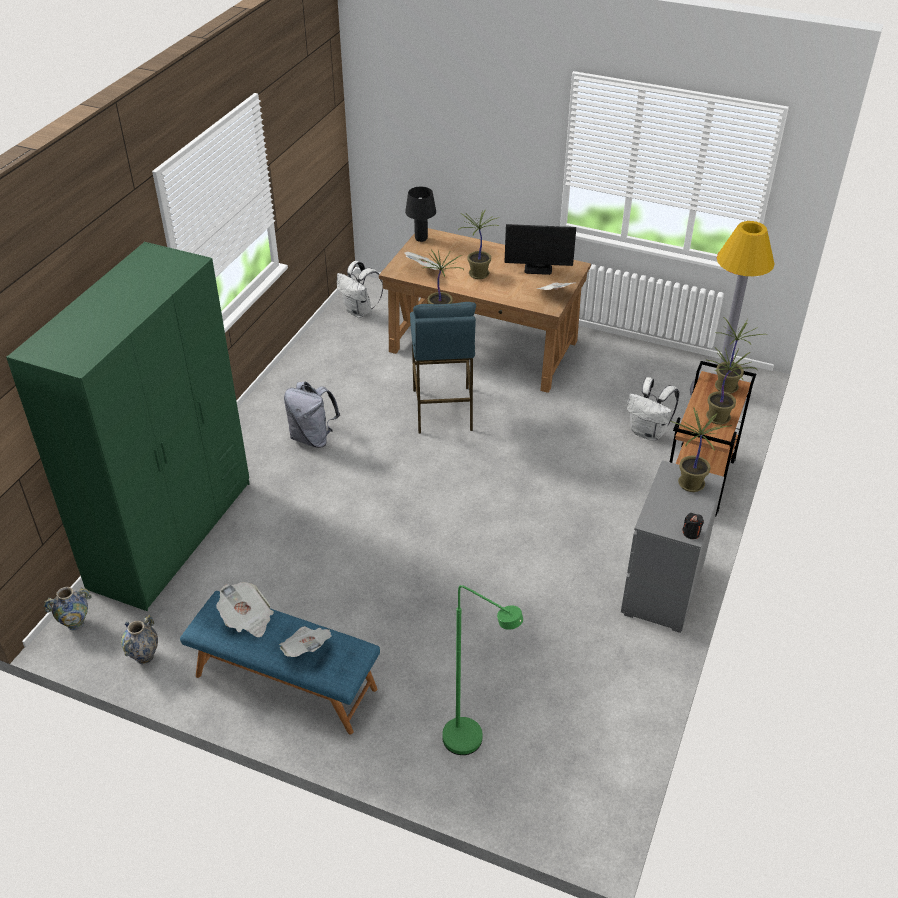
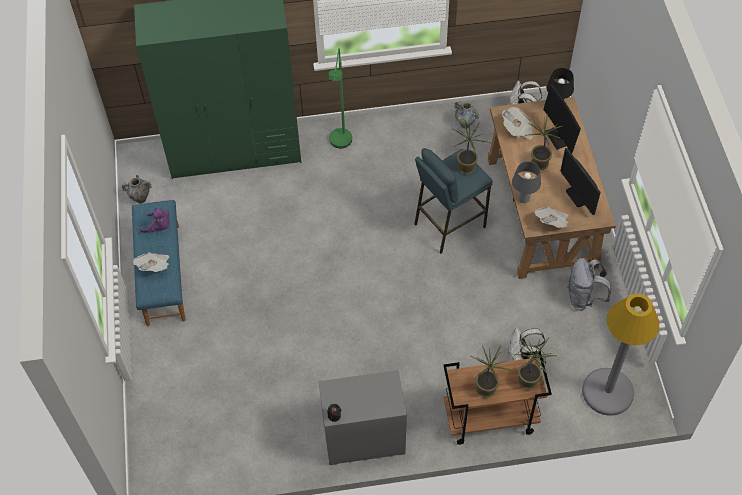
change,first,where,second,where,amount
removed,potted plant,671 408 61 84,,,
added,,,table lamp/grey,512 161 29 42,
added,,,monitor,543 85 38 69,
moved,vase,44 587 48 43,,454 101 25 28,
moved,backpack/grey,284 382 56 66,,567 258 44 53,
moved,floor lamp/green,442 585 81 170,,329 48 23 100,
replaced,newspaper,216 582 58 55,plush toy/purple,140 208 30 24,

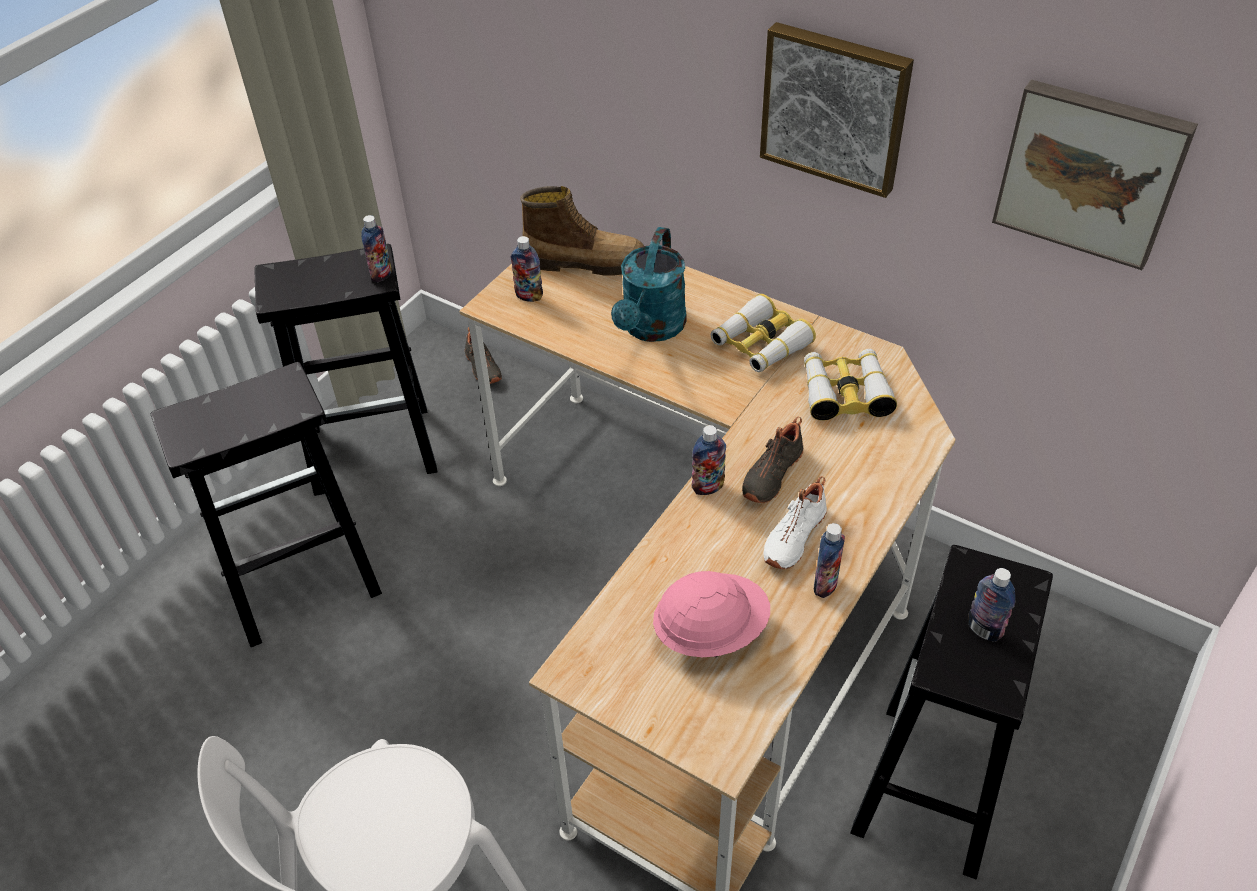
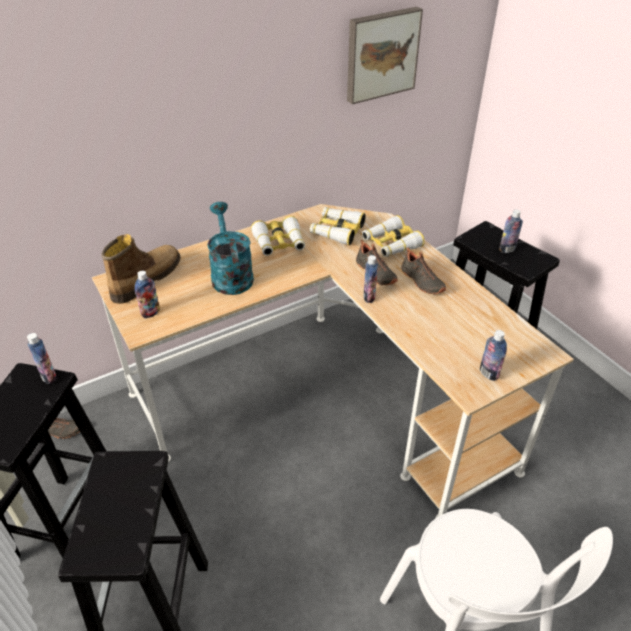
change,first,where,second,where,amount
removed,hard hat/pink,653 571 117 86,,,
removed,picture,760 22 154 176,,,
added,,,binoculars,362 215 63 42,
moved,bottle,814 523 31 75,,480 330 27 51,
recoloured,shoe/white,764 476 63 93,shoe/black,401 248 45 46,
turned,watering can/turquoise,611 227 76 115,,207 202 47 93,150 degrees counterclockwise

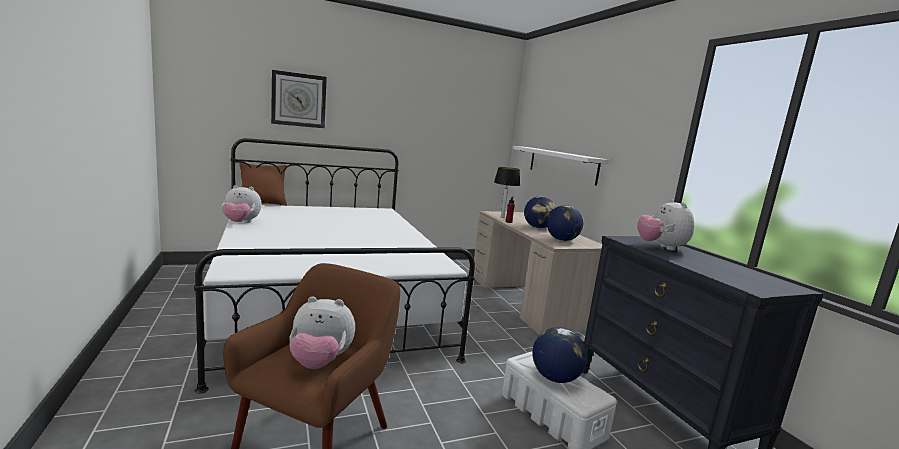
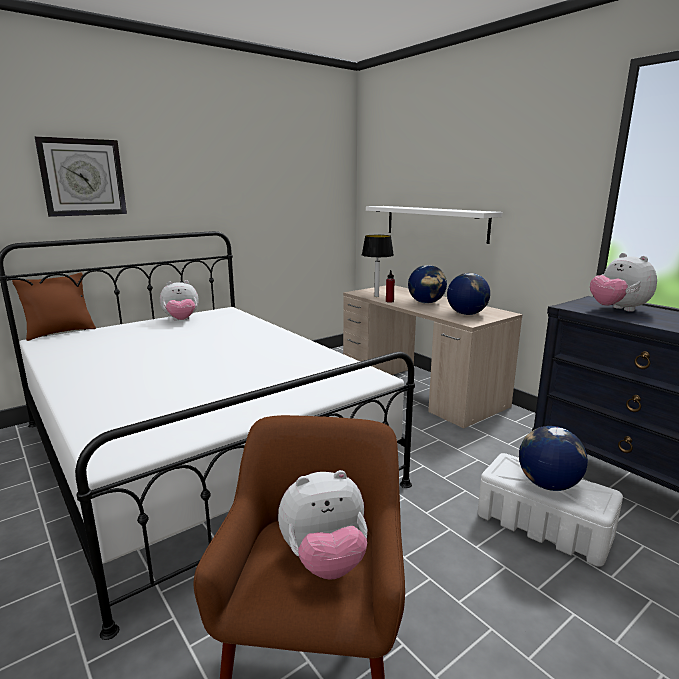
change,first,where,second,where,amount
moved,plush toy,222 185 40 38,,160 280 38 41,

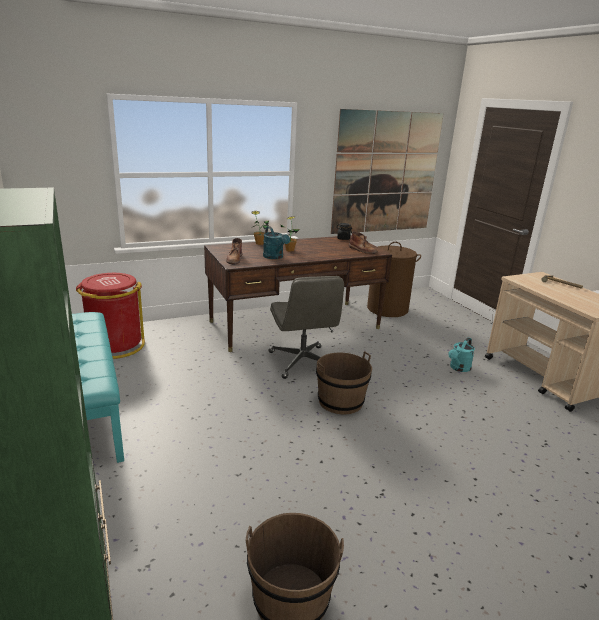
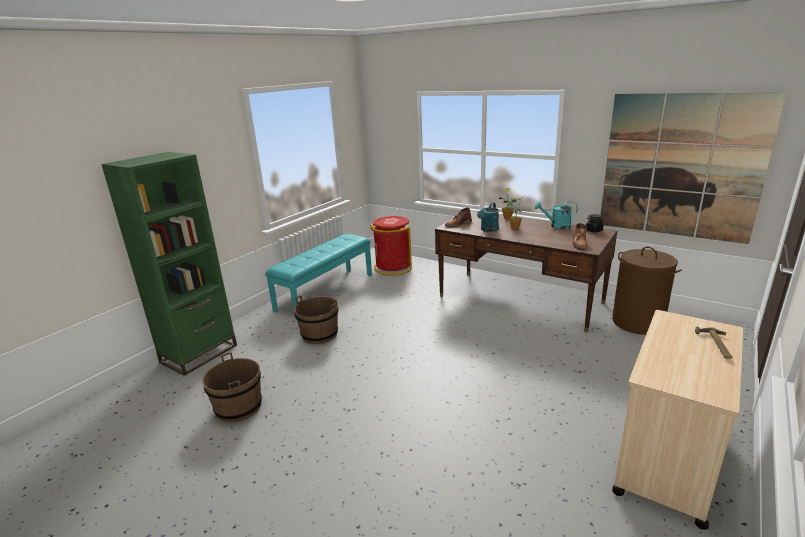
change,first,where,second,where,amount
removed,office chair/grey,268 276 76 103,,,
moved,bucket/brown,316 351 56 63,,294 295 44 49,
moved,watering can/turquoise,448 337 27 35,,535 201 43 28,

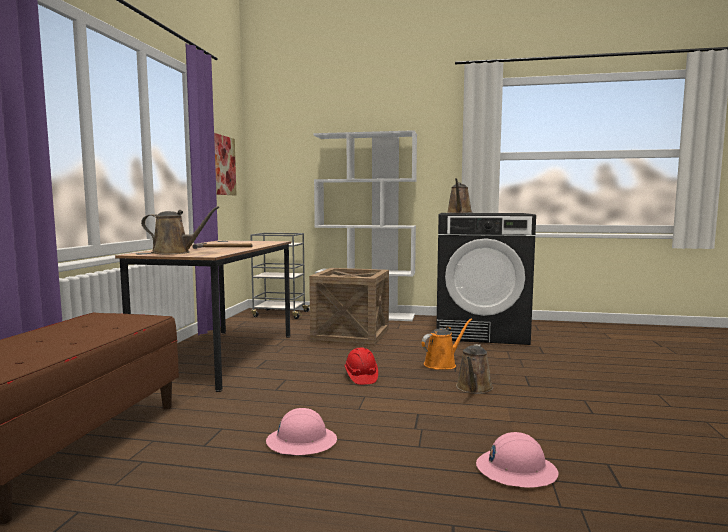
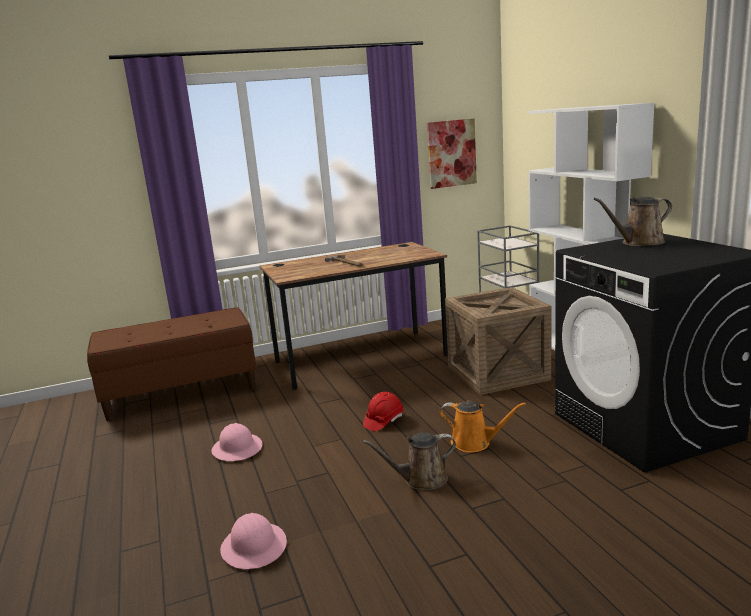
change,first,where,second,where,amount
removed,watering can/brown,141 206 79 48,,,

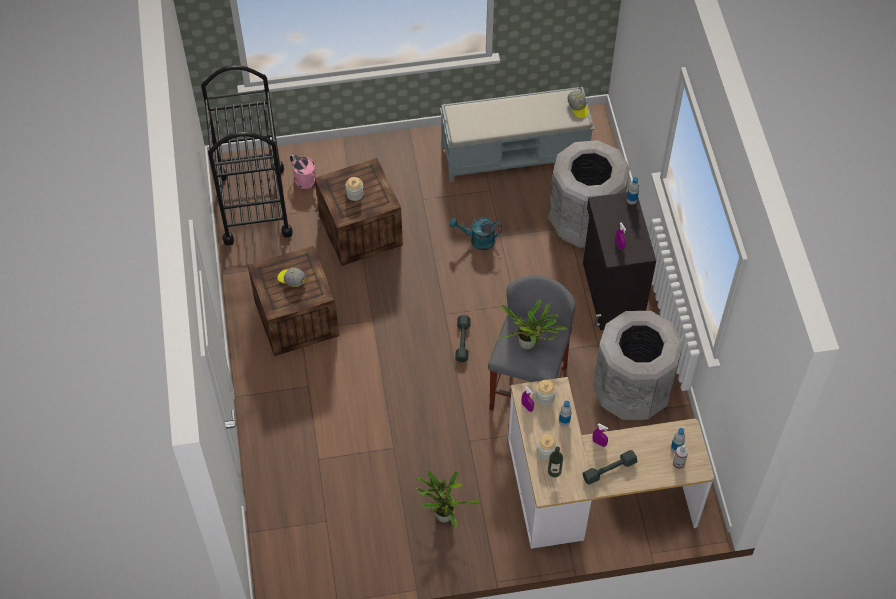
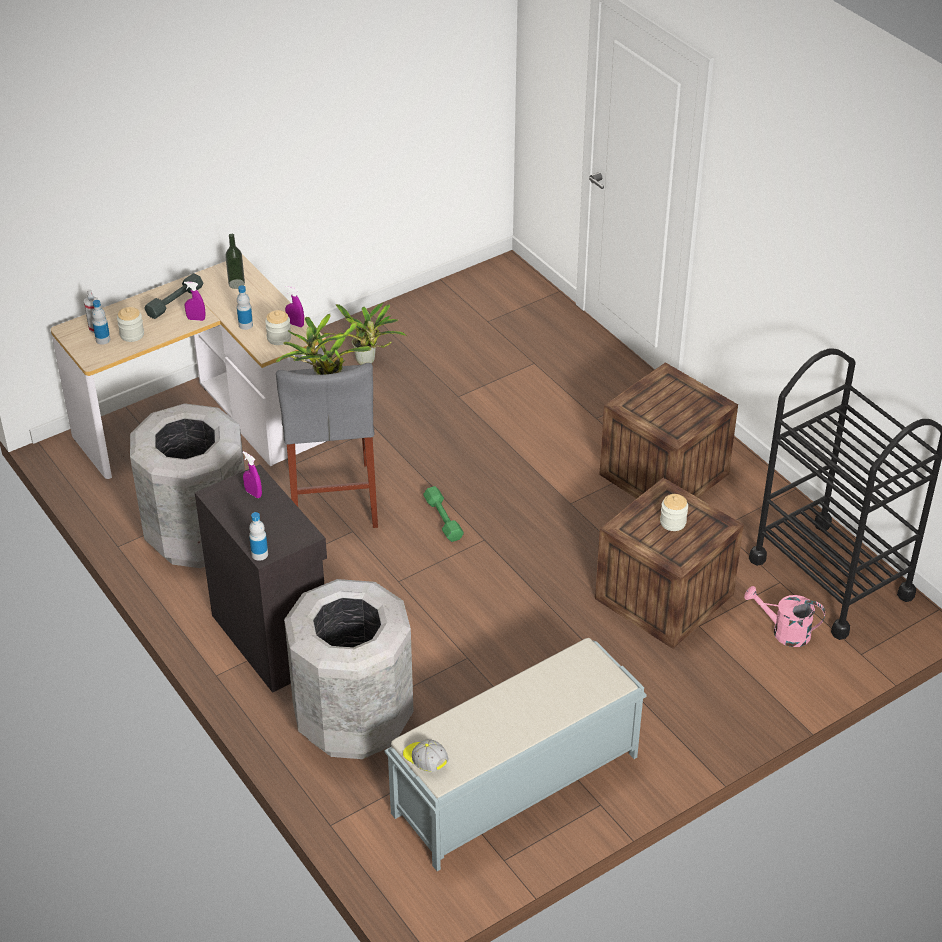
change,first,where,second,where,amount
removed,cap,277 268 29 19,,,
removed,watering can/turquoise,449 217 53 33,,,
moved,jar,536 434 21 26,,117 307 27 35,
recoloured,dumbbell/grey,455 315 16 47,dumbbell/green,423 486 41 56,

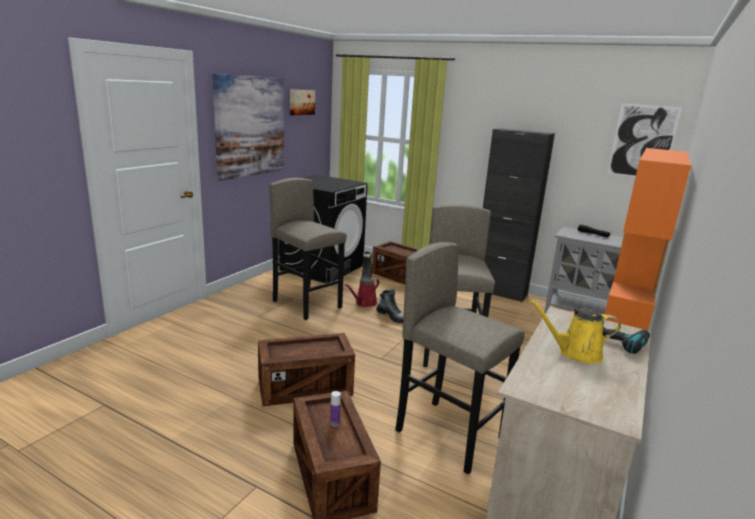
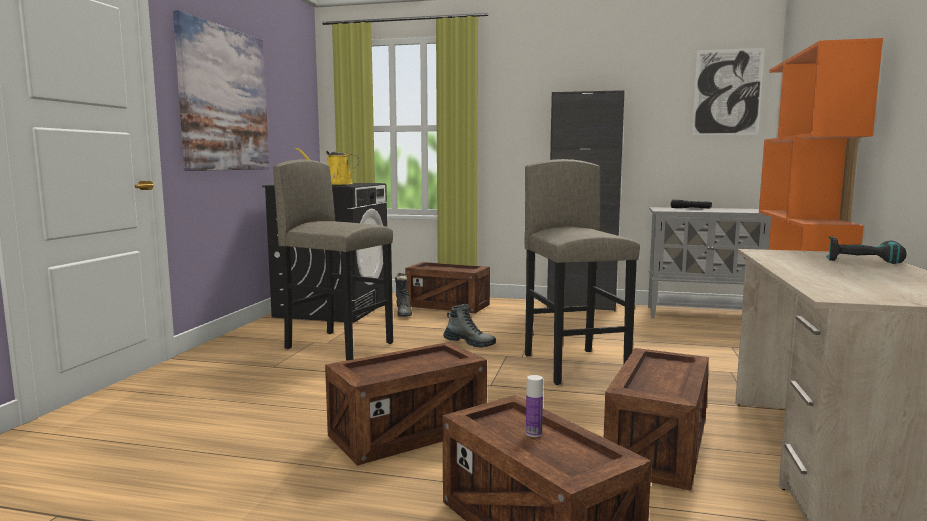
change,first,where,second,where,amount
removed,picture,290 90 25 25,,,
removed,watering can/red,345 278 34 29,,,
moved,watering can/yellow,529 299 92 65,,295 148 64 37,
replaced,stool/grey,395 242 130 232,crate,604 348 105 143,

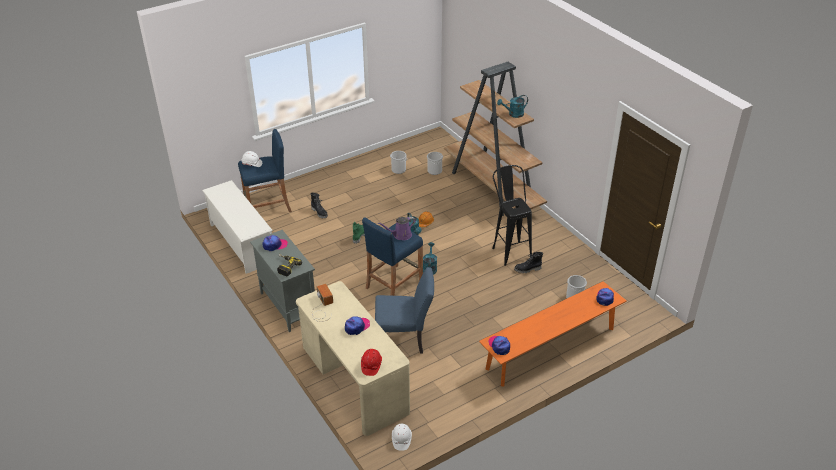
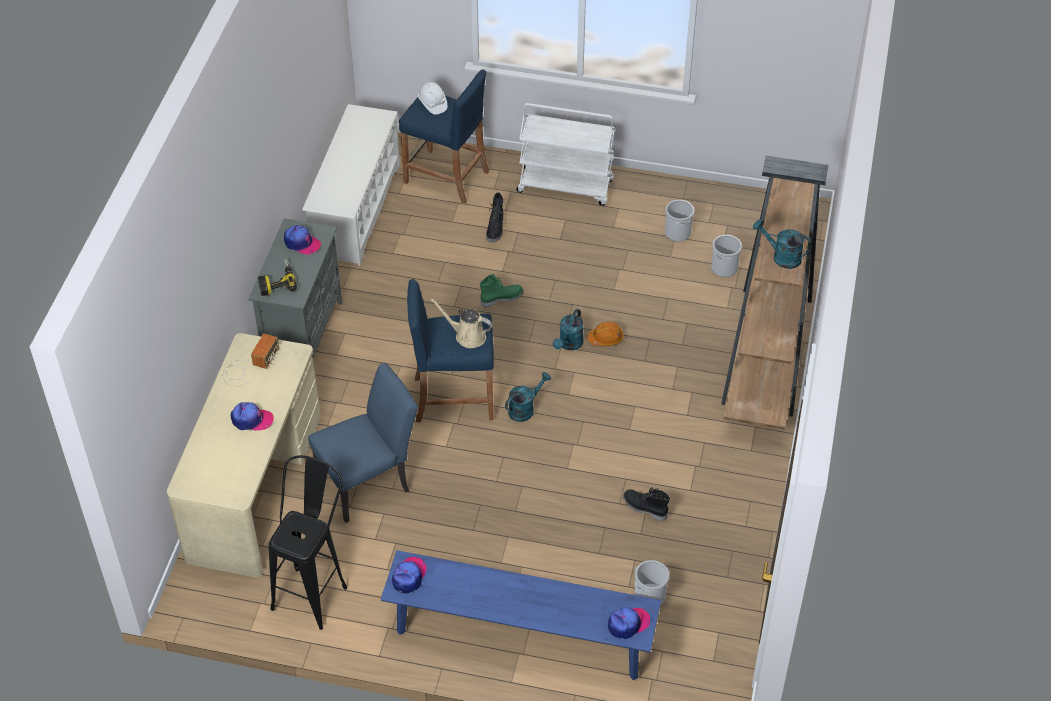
change,first,where,second,where,amount
removed,hard hat/red,361 349 21 27,,,
removed,hard hat/white,392 424 20 27,,,
added,,,cart/white,516 103 99 103,
moved,stool/black,492 165 40 101,,269 455 78 175,
recoloured,watering can/purple,378 217 38 23,watering can/beige,430 298 63 50,
recoloured,bench/orange,479 281 147 105,bench/blue,381 550 280 130,
turned,chair/blue,375 267 59 87,,308 363 110 160,75 degrees counterclockwise

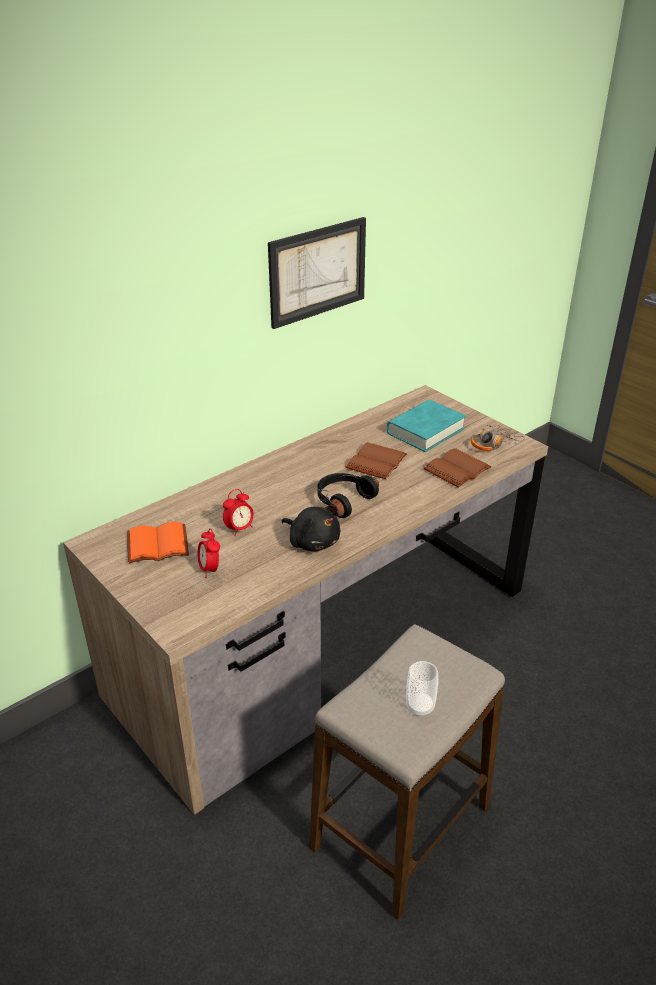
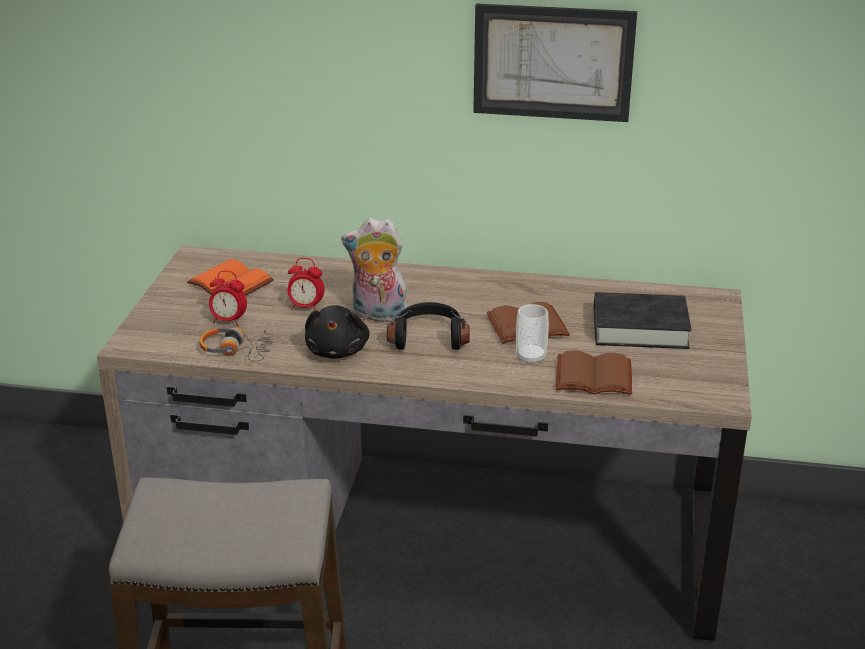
change,first,where,second,where,amount
added,,,plush toy,341 218 66 104,
moved,cup,406 661 32 56,,516 304 33 61,
moved,headphones,471 425 54 26,,200 327 74 35,
recoloured,book/turquoise,387 400 79 52,book/black,594 292 98 57,
turned,alarm clock,198 528 22 50,,209 271 38 55,105 degrees counterclockwise

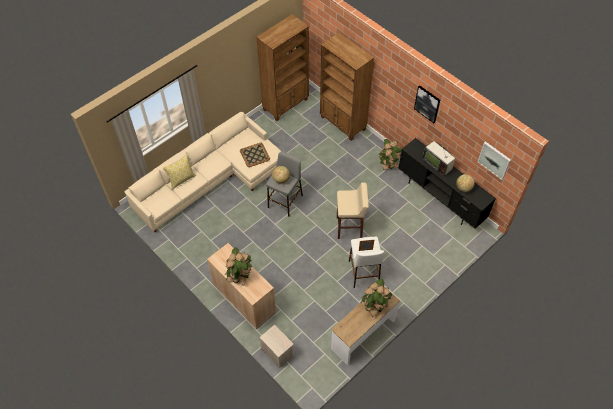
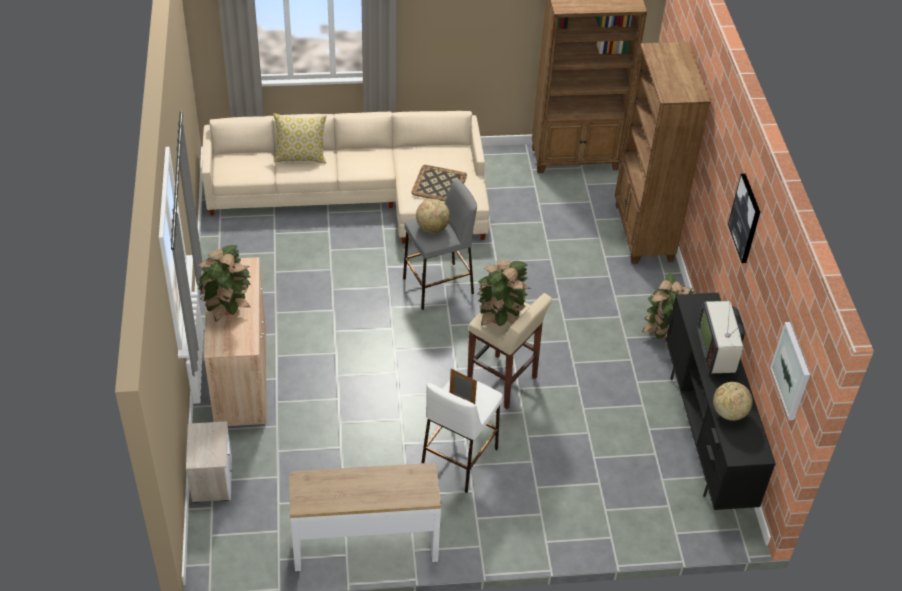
change,first,where,second,where,amount
moved,potted plant,360 279 32 38,,477 261 55 65,

